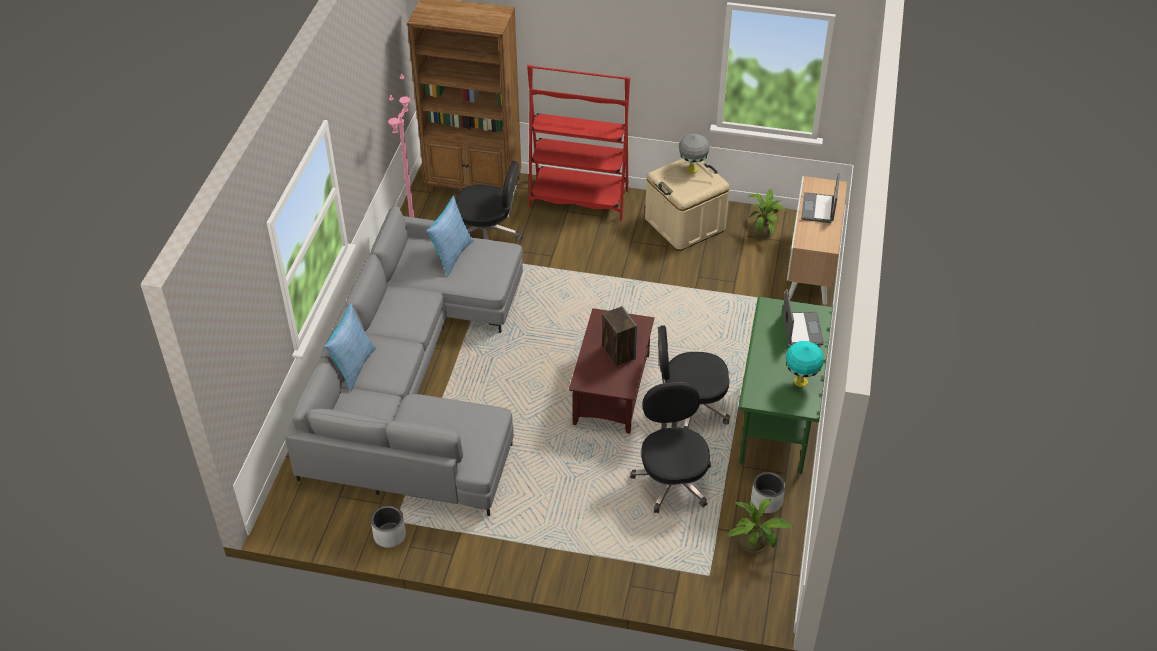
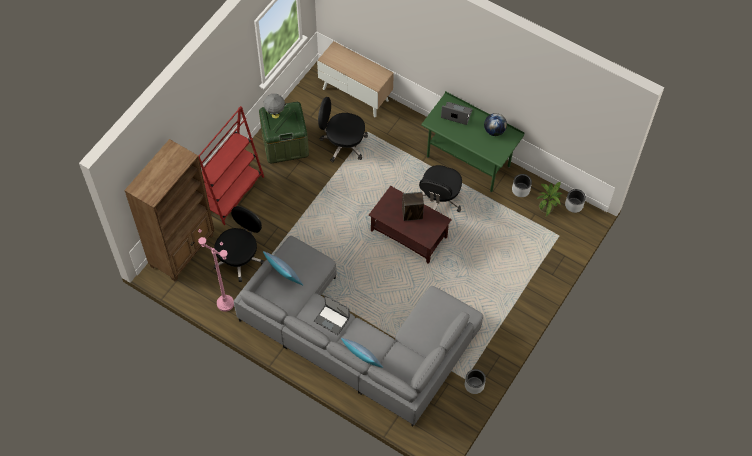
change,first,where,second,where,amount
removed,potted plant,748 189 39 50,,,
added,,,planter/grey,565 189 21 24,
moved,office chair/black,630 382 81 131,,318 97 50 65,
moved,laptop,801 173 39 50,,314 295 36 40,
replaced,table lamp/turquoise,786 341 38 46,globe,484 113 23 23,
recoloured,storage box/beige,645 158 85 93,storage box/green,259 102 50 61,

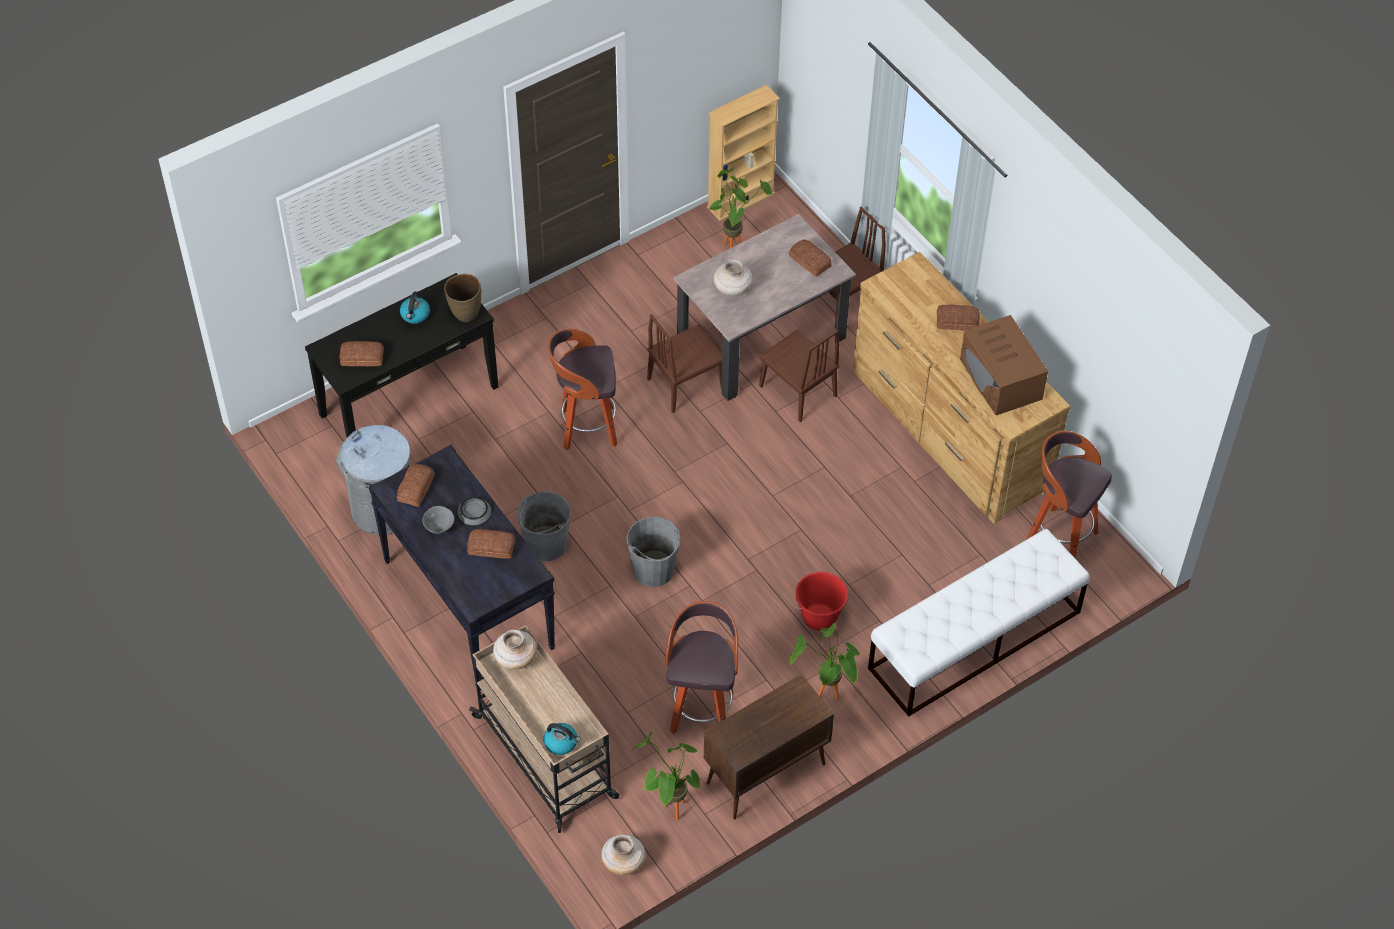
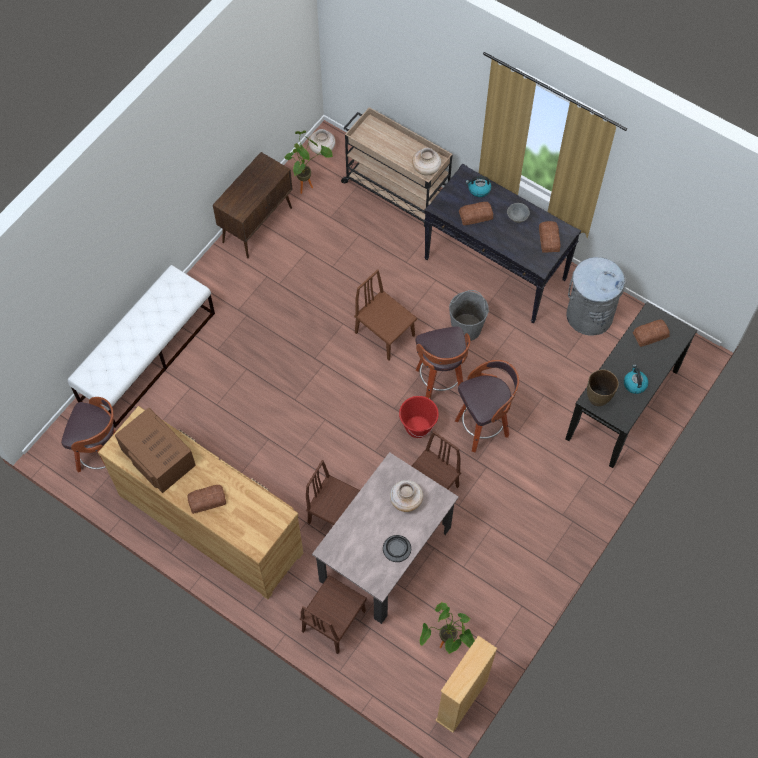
change,first,where,second,where,amount
removed,bread,789 239 43 38,,,
removed,potted plant,790 623 71 77,,,
moved,bowl,456 497 36 30,,383 535 28 27,
moved,kettle,544 723 37 32,,466 176 25 21,
moved,stool,666 601 72 133,,415 326 55 73,
moved,bucket/red,795 572 53 59,,399 396 40 42,
replaced,bucket/grey,626 517 55 70,chair/brown,354 269 63 91,

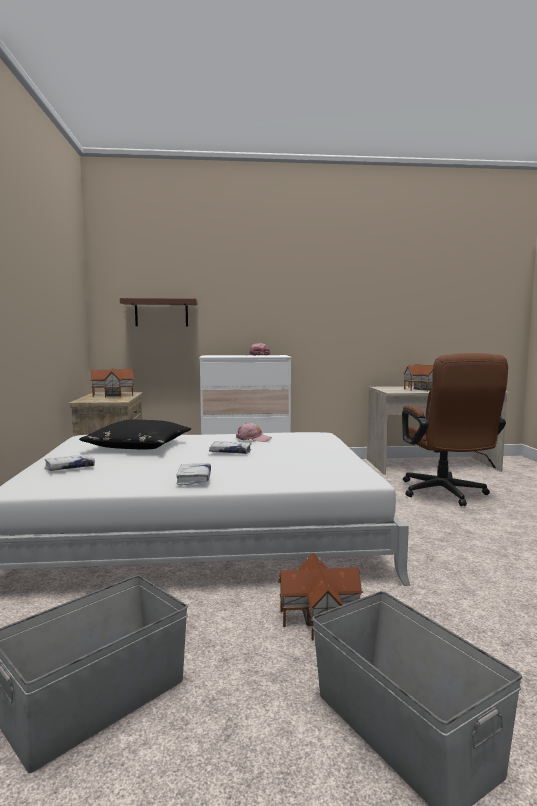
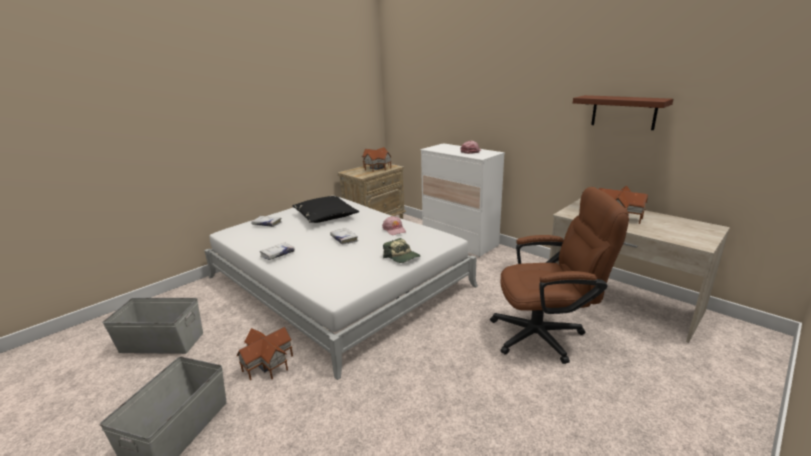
change,first,where,second,where,amount
added,,,cap,383 238 37 25,
moved,shelf/brown,120 298 77 28,,573 95 100 35,
turned,office chair/brown,402 353 106 153,,490 187 139 177,135 degrees counterclockwise

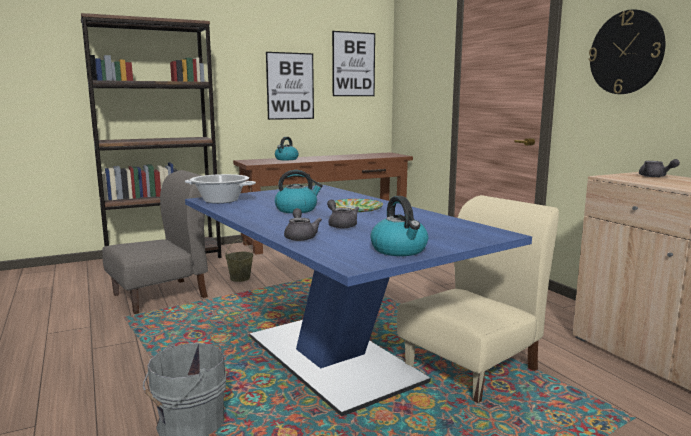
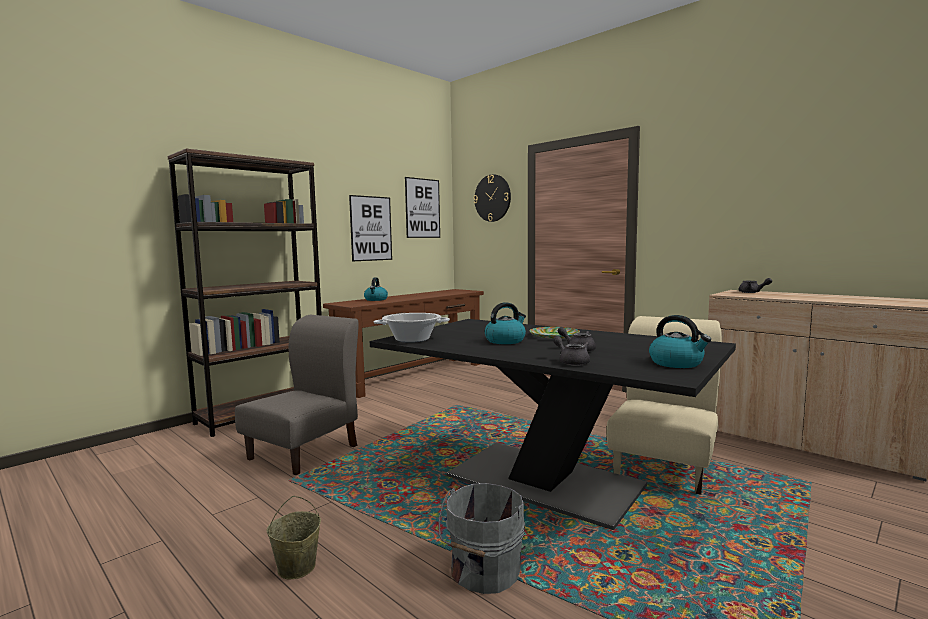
change,first,where,second,where,amount
moved,bucket/beige,225 239 28 43,,267 496 54 83,
moved,wall clock,588 9 77 85,,474 174 37 48,
recoloured,dining table/blue,185 185 347 232,dining table/black,370 319 366 211,

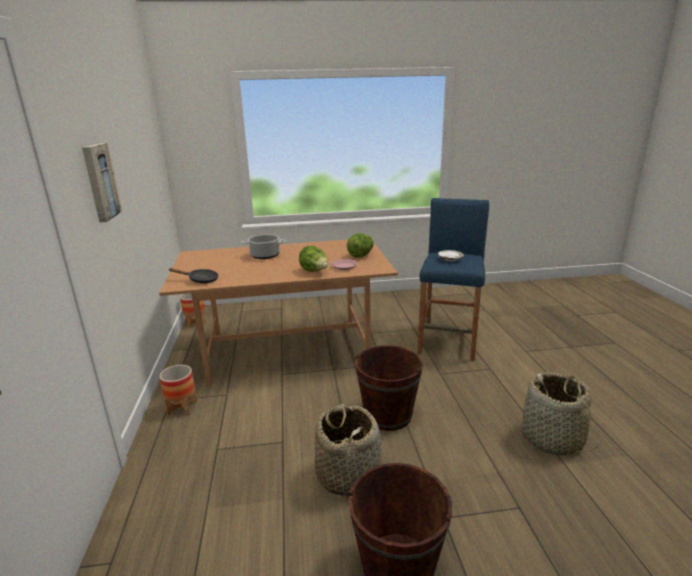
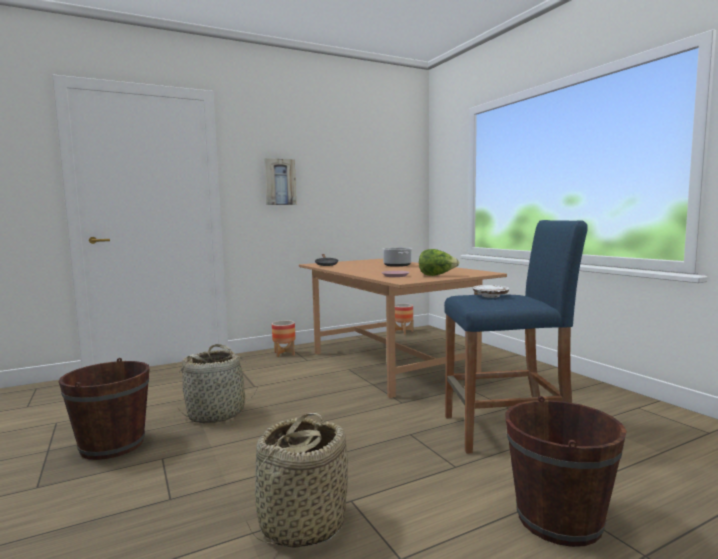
change,first,where,second,where,amount
removed,lettuce,299 246 29 26,,,
moved,bucket/brown,355 345 68 86,,505 396 122 151,

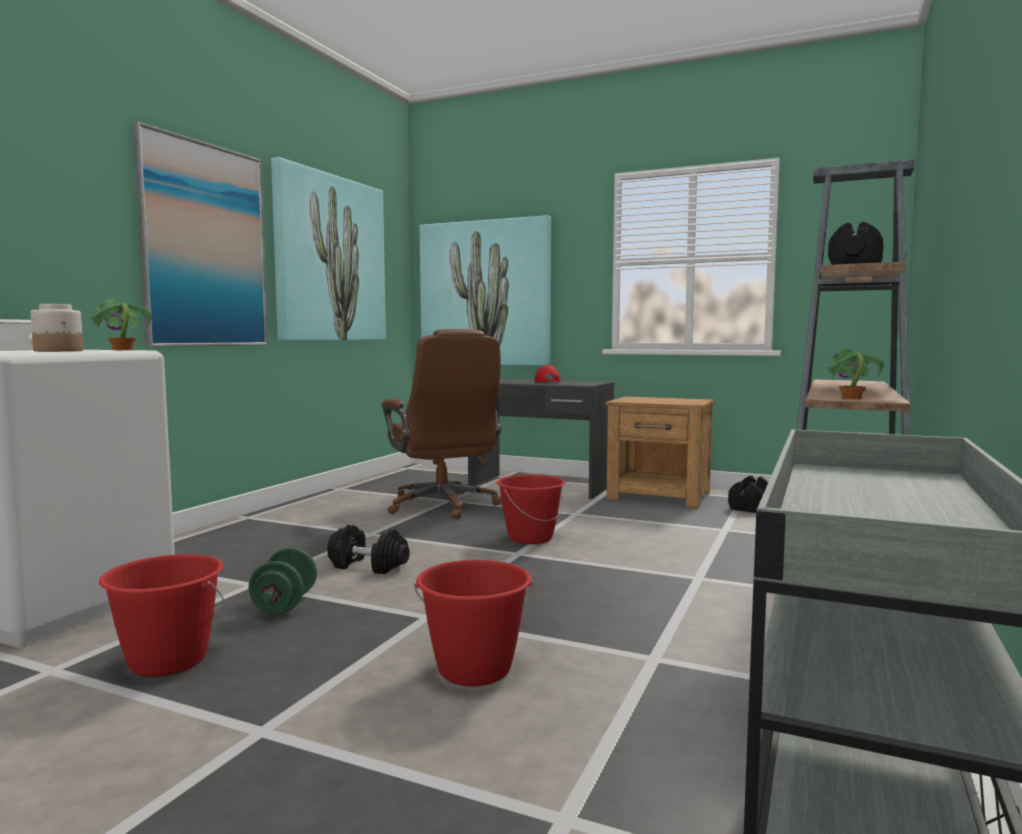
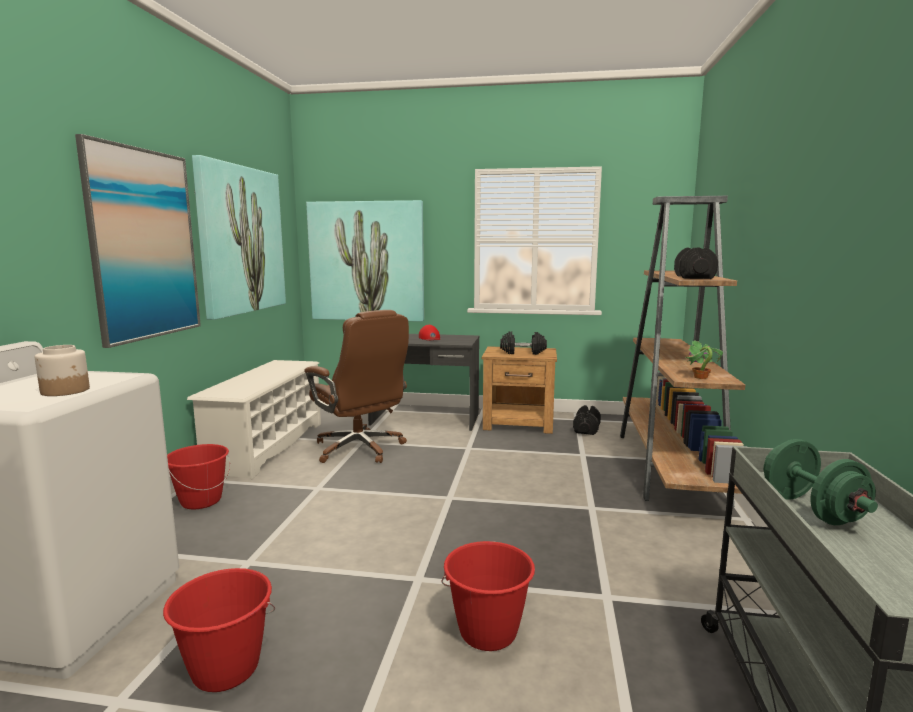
change,first,where,second,where,amount
removed,potted plant,88 299 64 51,,,
added,,,shoe rack/white,187 360 134 119,
moved,dumbbell/green,249 547 68 68,,764 439 114 86,
moved,dumbbell/black,327 525 83 49,,500 332 47 23,
moved,bucket/red,496 475 69 69,,167 444 63 65,

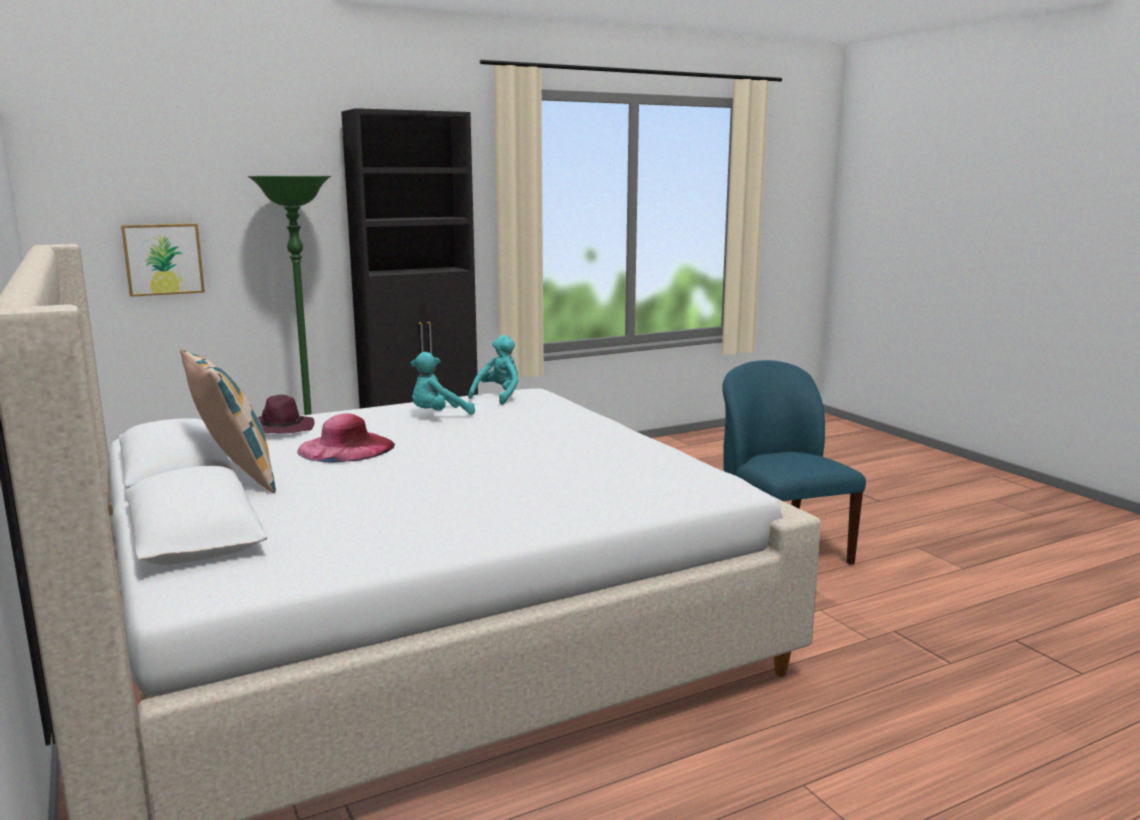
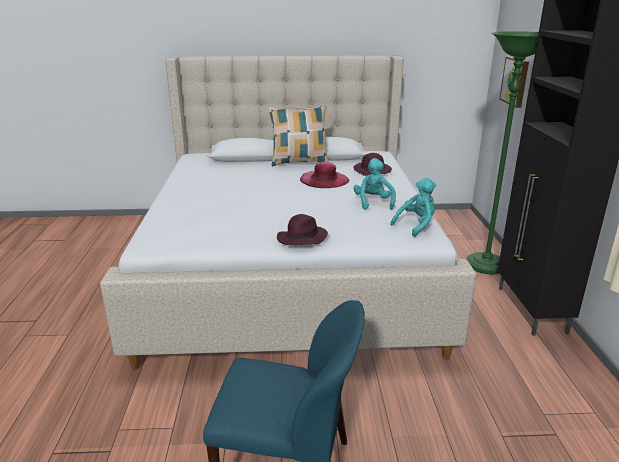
change,first,where,second,where,amount
added,,,hat/purple,277 214 51 32,
turned,plush toy/turquoise,468 335 51 70,,390 178 46 59,90 degrees counterclockwise

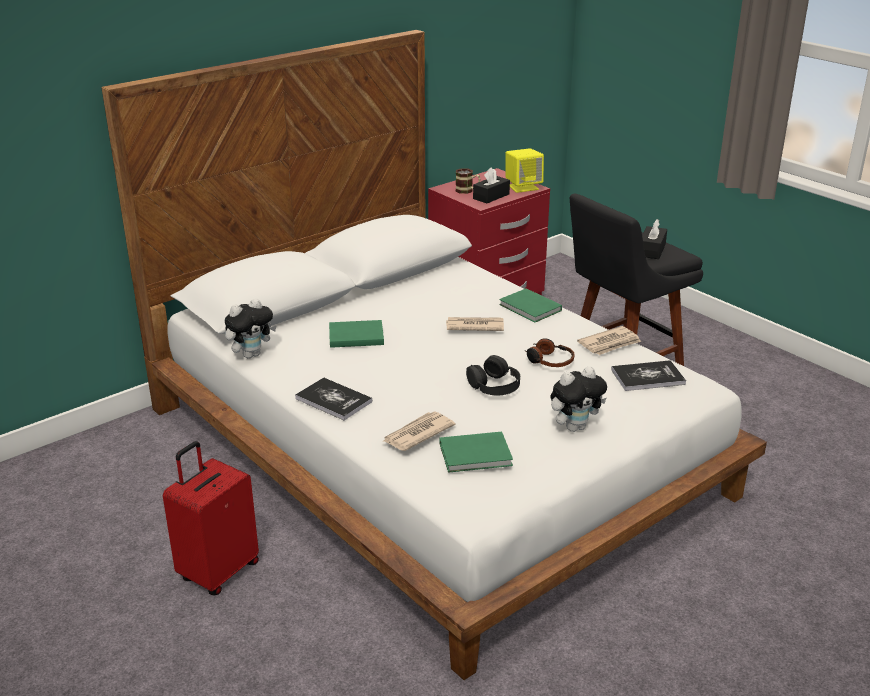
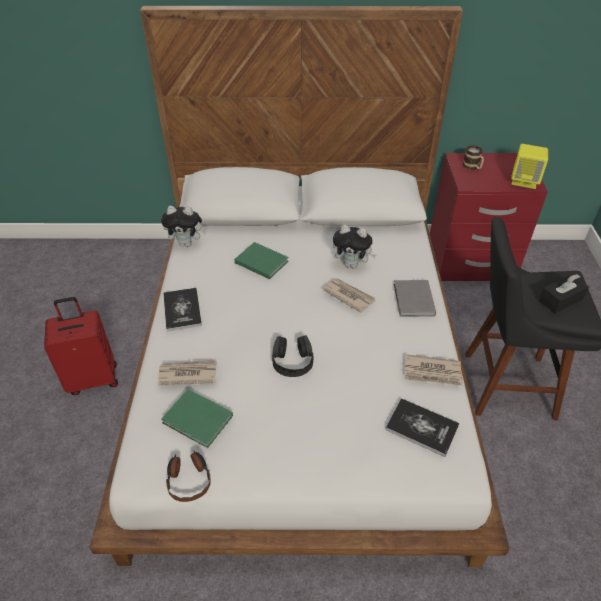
change,first,where,second,where,amount
removed,tissue box/black,473 167 37 36,,,
moved,headphones,524 338 51 29,,166 450 45 52,
moved,plush toy,550 366 57 66,,333 225 43 43,
recoloured,book/green,499 288 63 34,book/grey,394 280 42 37,

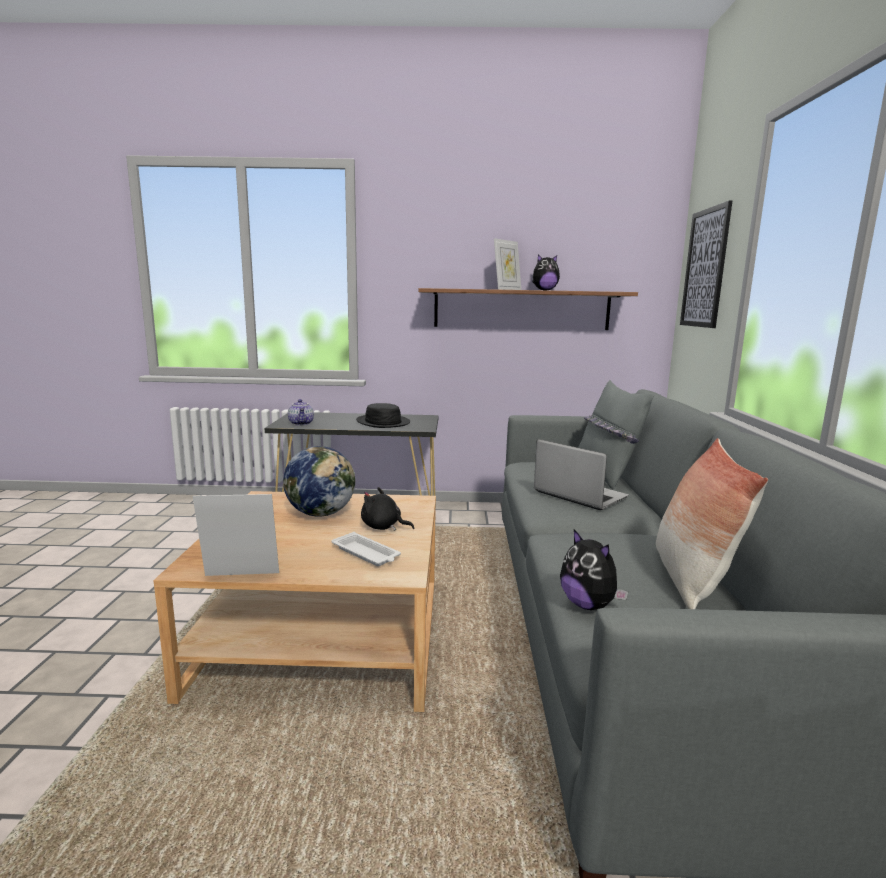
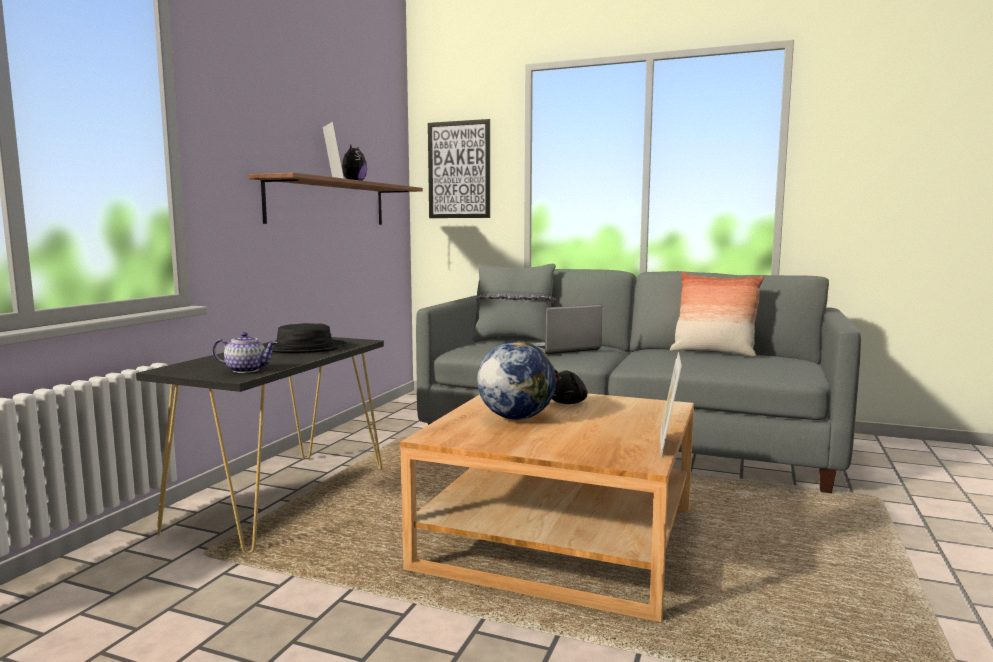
change,first,where,second,where,amount
removed,tray/white,331 532 70 34,,,
removed,plush toy,560 529 69 81,,,

